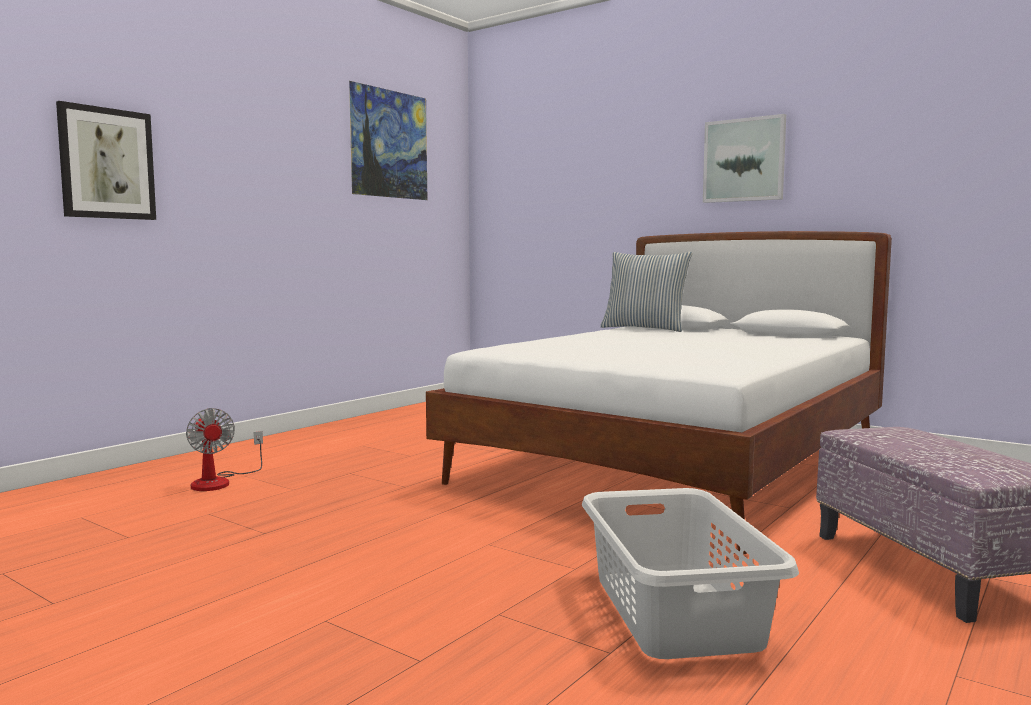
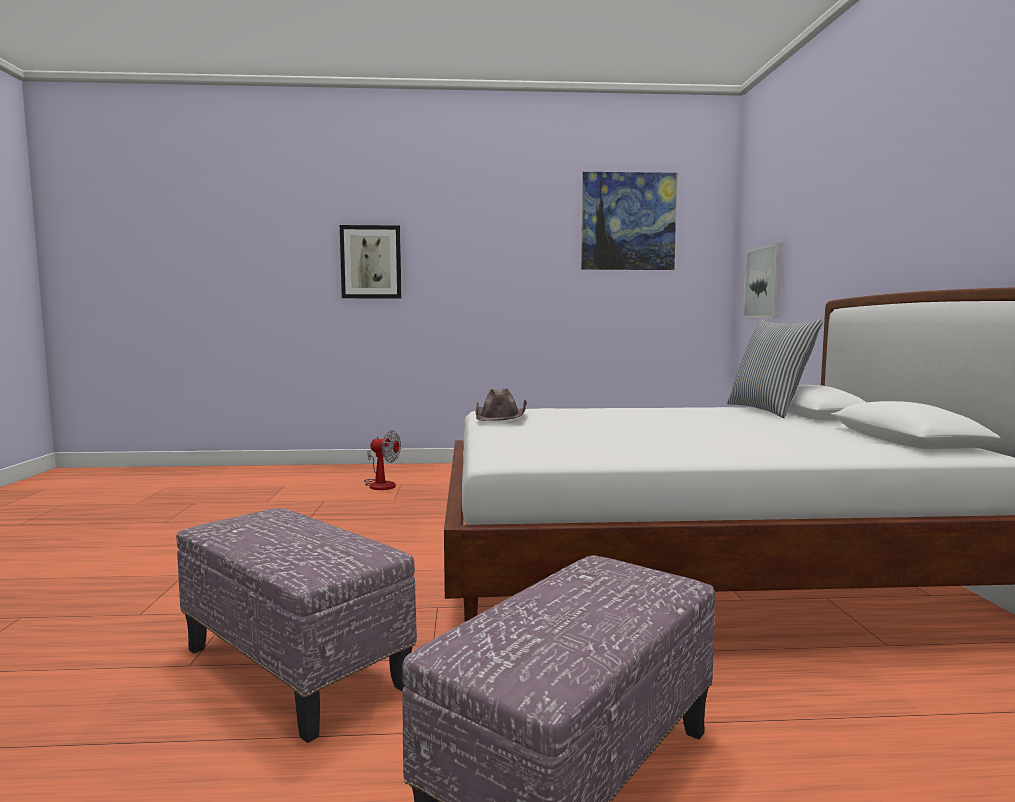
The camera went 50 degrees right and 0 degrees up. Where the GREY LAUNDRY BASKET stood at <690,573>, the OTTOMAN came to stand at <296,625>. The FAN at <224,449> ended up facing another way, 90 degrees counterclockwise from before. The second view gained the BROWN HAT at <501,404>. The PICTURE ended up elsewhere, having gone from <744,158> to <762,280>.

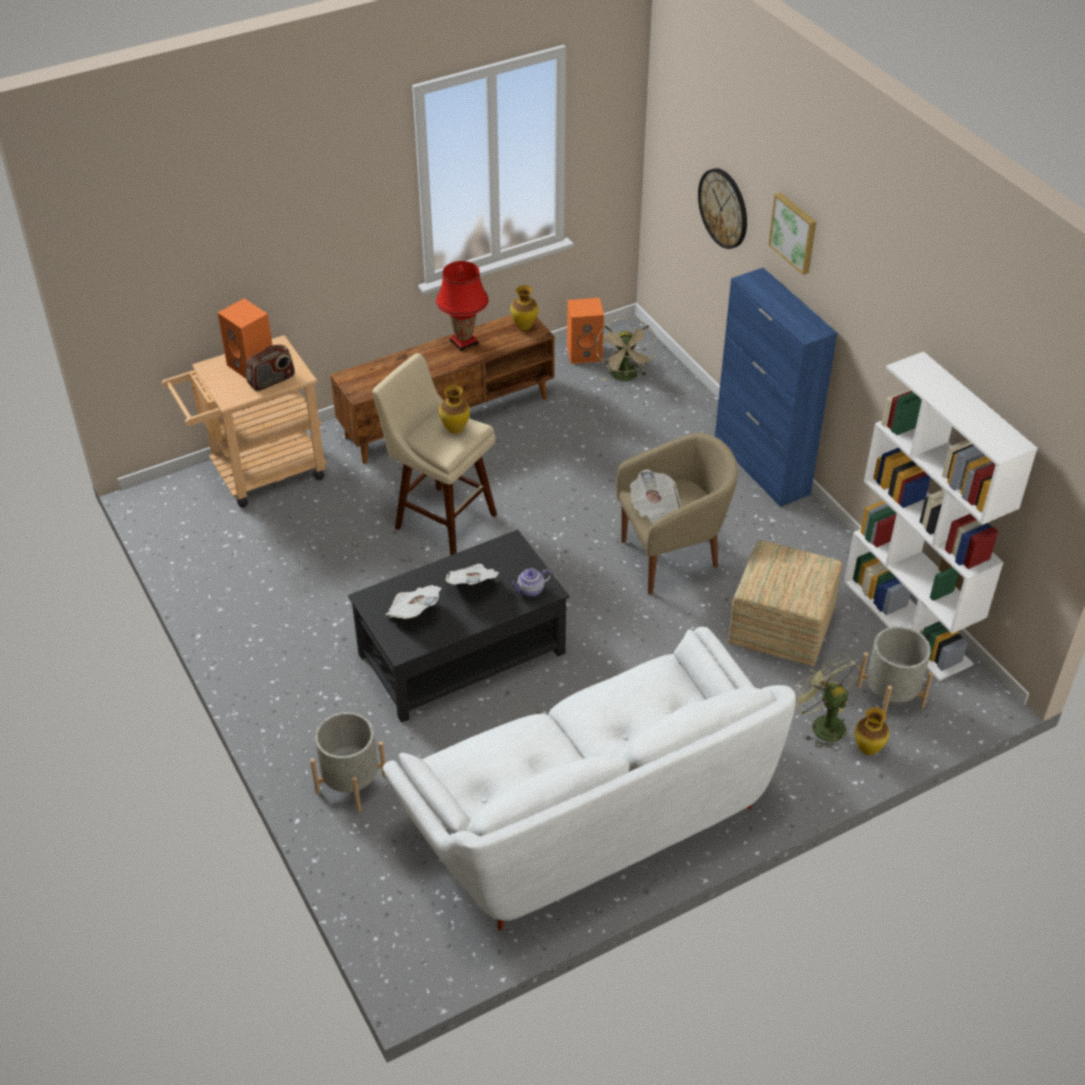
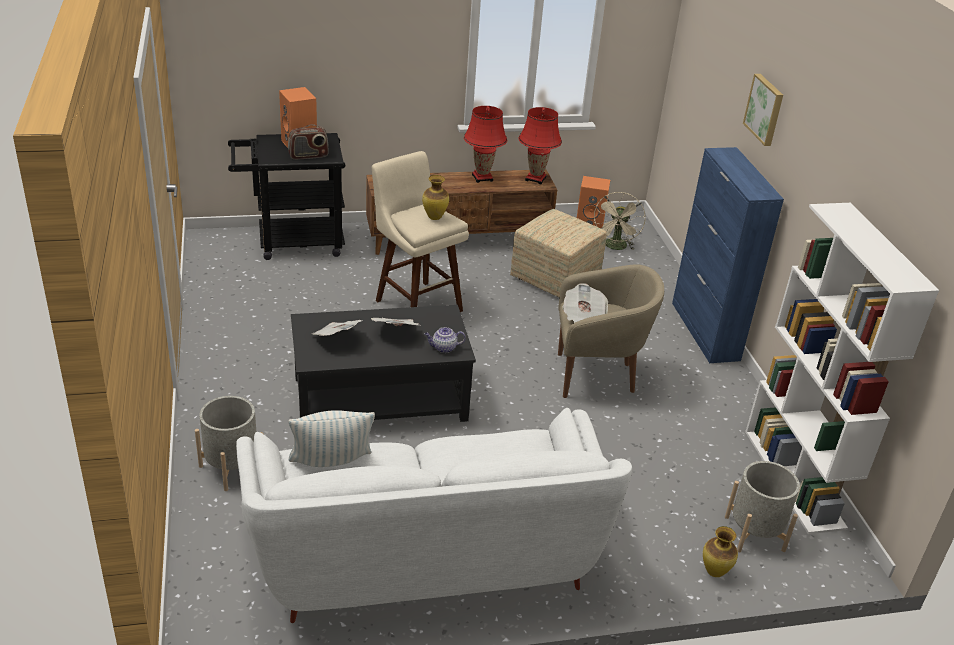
The camera went 15 degrees right and 10 degrees down. What was the BEIGE CART at <244,421> turned into the BLACK CART at <286,196>. The second view gained the PILLOW at <332,438>. The OTTOMAN ended up elsewhere, having gone from <785,603> to <558,253>. Where the VASE stood at <524,307>, the RED TABLE LAMP came to stand at <540,145>. The second view lost the WALL CLOCK at <722,208>. The second view lost the GREEN FAN at <828,702>.

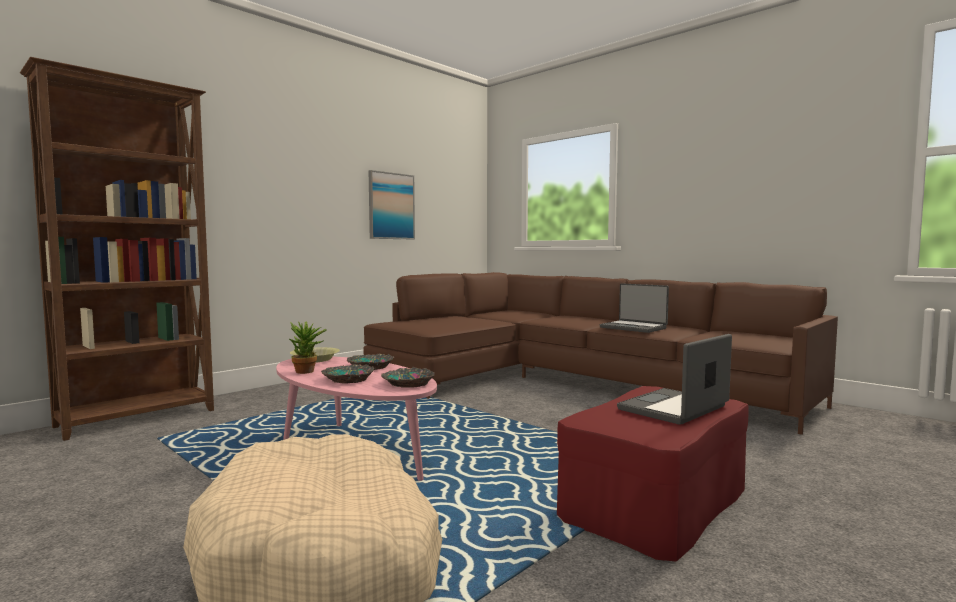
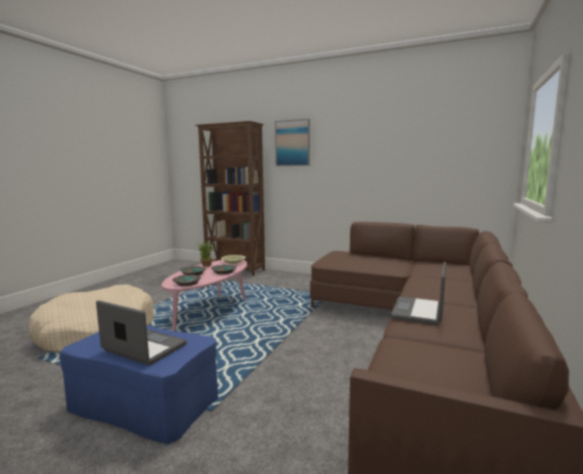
The camera went 70 degrees right and 5 degrees up. What was the RED OTTOMAN at <653,474> turned into the BLUE OTTOMAN at <139,385>. The PICTURE ended up elsewhere, having gone from <391,204> to <292,142>.

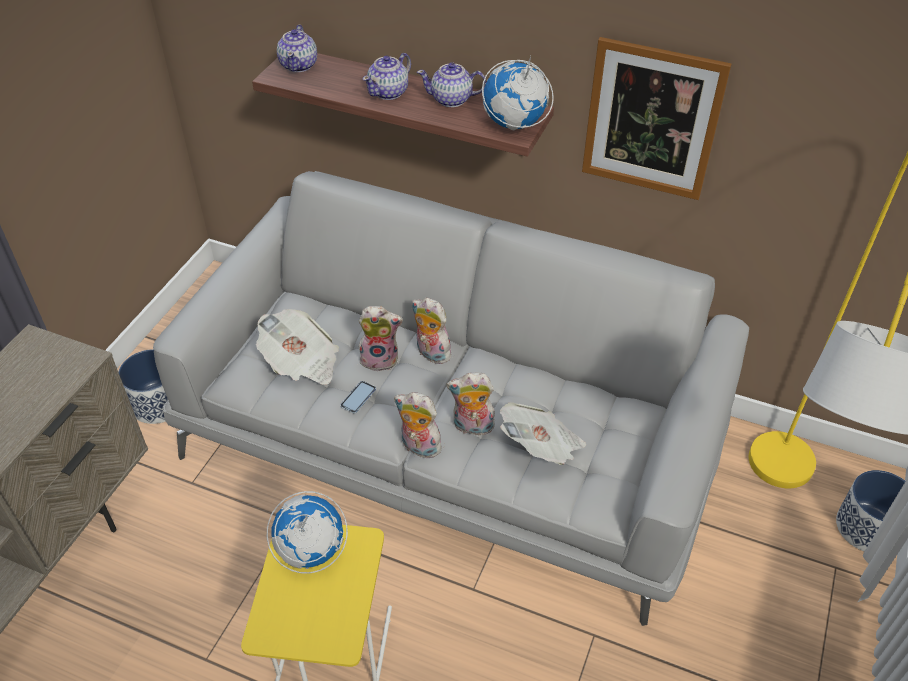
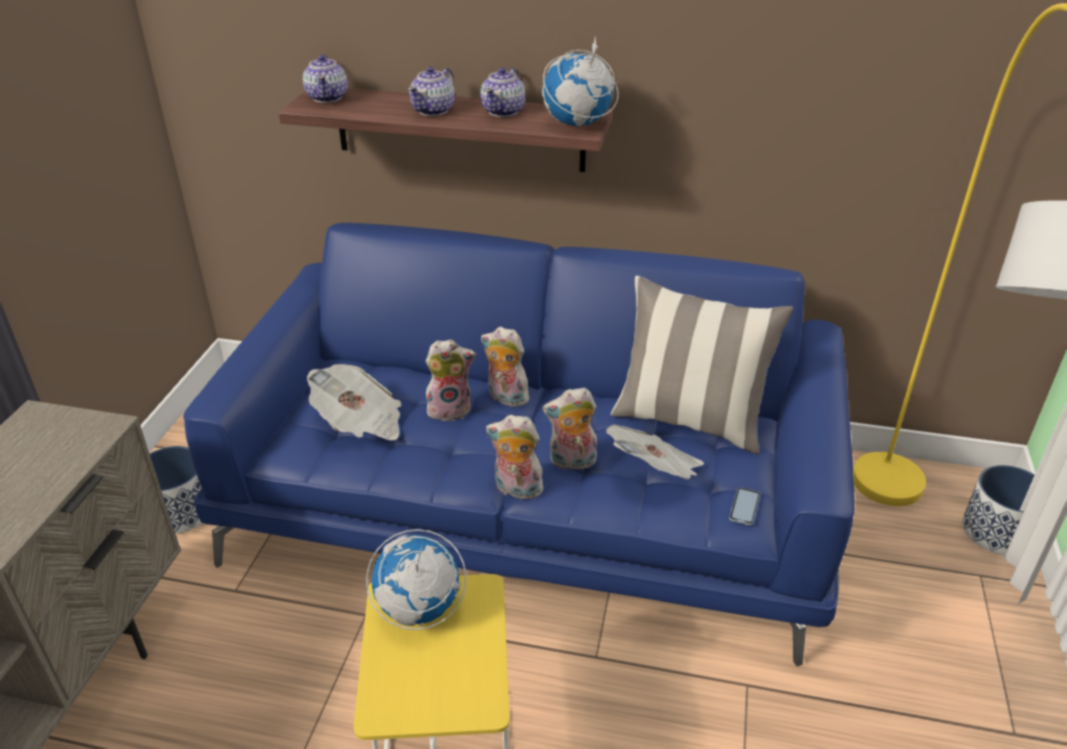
The camera went 10 degrees left and 10 degrees down. What was the GREY SOFA at <451,398> turned into the BLUE SOFA at <519,444>. The TEAPOT at <451,84> ended up facing another way, 60 degrees counterclockwise from before. The second view gained the PILLOW at <702,365>. The PHONE ended up elsewhere, having gone from <358,397> to <744,506>. The second view lost the PICTURE at <657,118>.

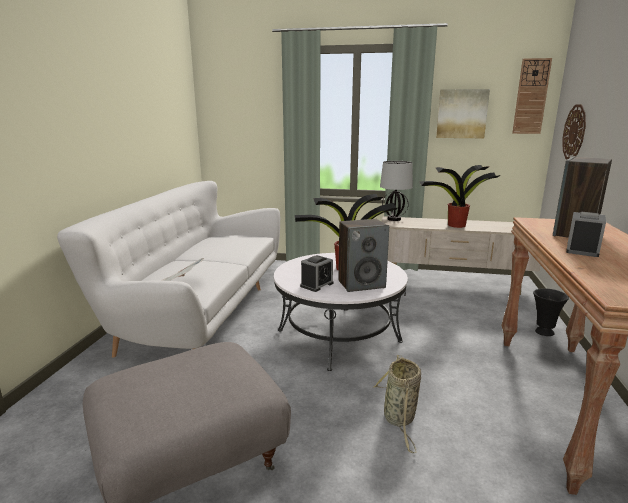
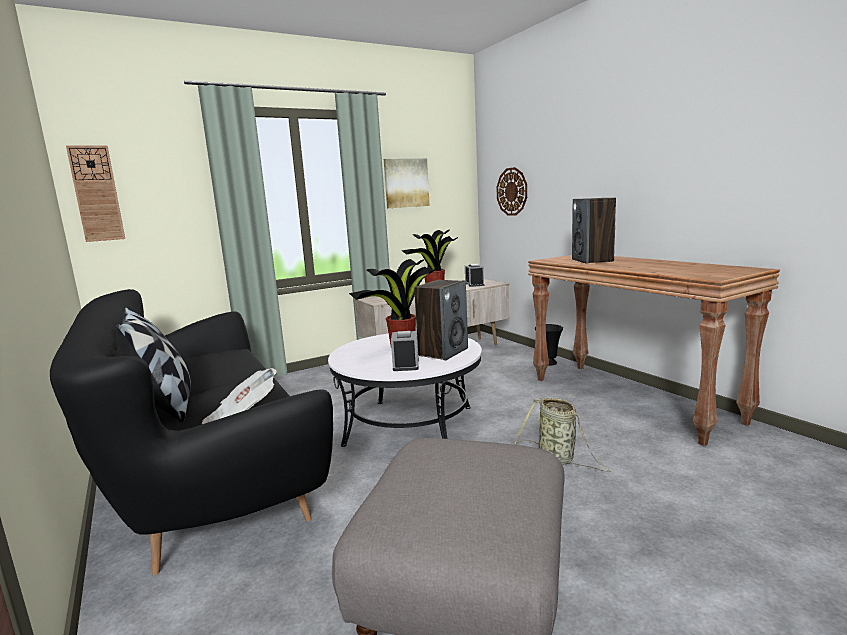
The camera went 40 degrees left and 5 degrees down. What was the WHITE SOFA at <168,269> turned into the BLACK SOFA at <191,432>. The WALL CLOCK ended up elsewhere, having gone from <532,96> to <95,194>. The second view gained the PILLOW at <153,364>. The ALARM CLOCK ended up elsewhere, having gone from <586,234> to <474,275>. The second view lost the TABLE LAMP at <396,191>.

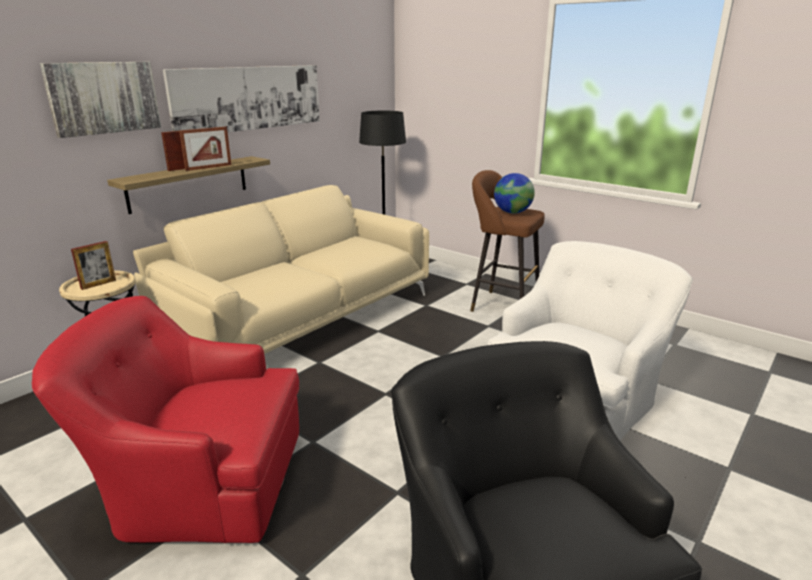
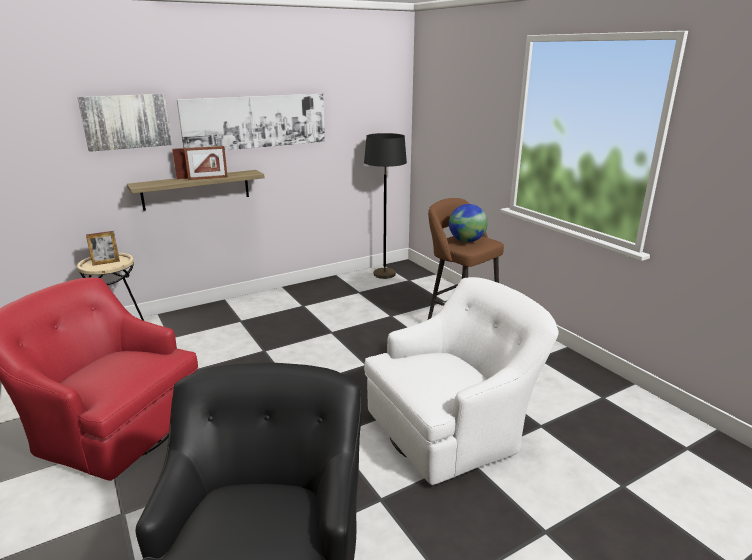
The camera went 20 degrees right and 0 degrees up. The second view lost the BEIGE SOFA at <281,269>.

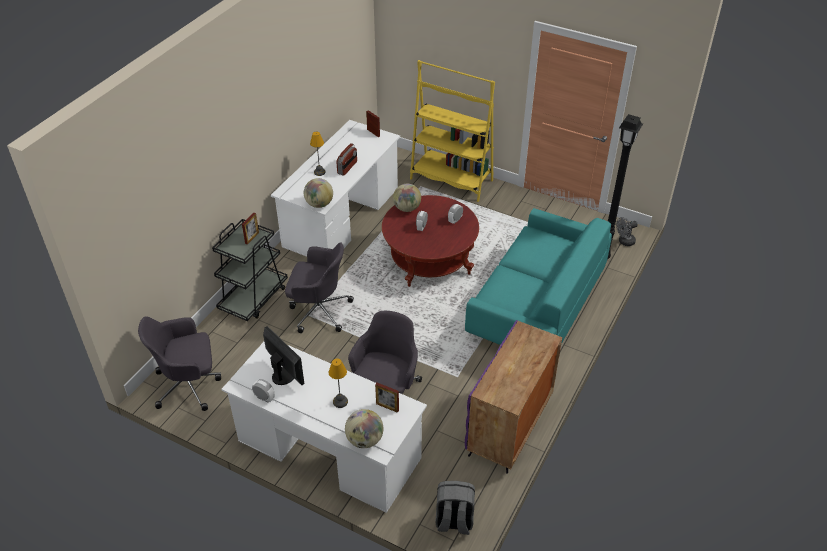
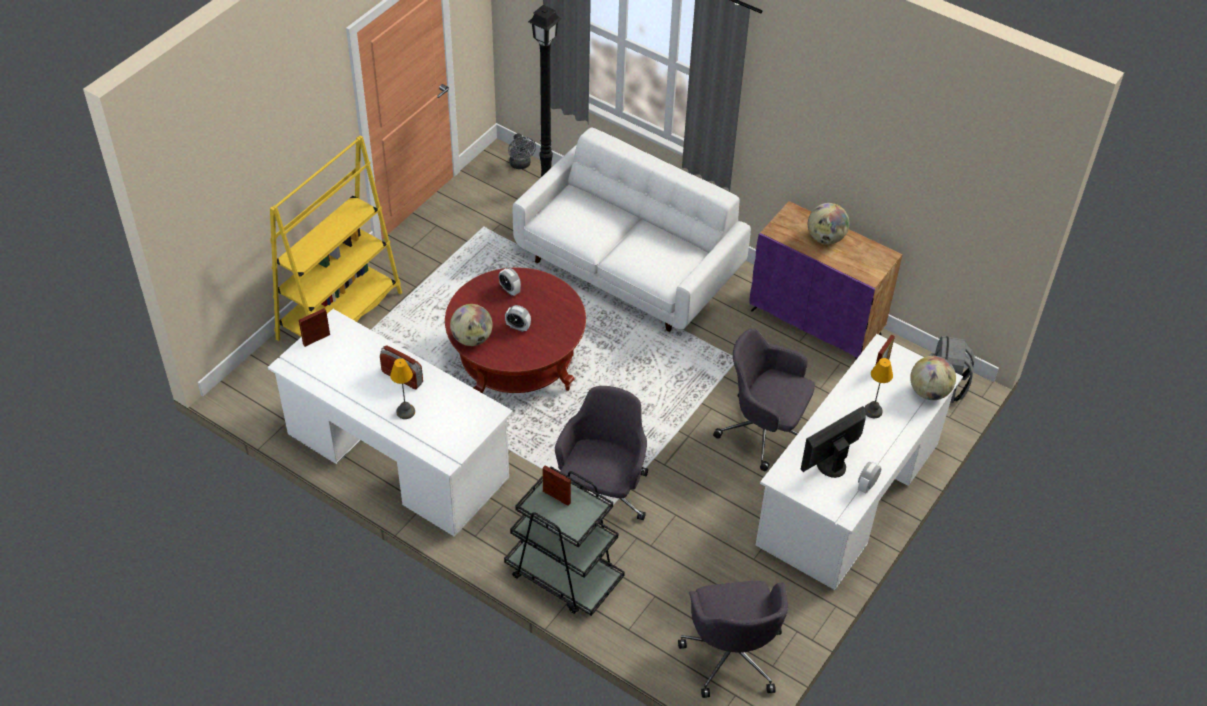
The camera went 85 degrees left and 5 degrees up. What was the TURQUOISE SOFA at <538,276> turned into the WHITE SOFA at <632,229>. The GLOBE ended up elsewhere, having gone from <318,193> to <828,223>.

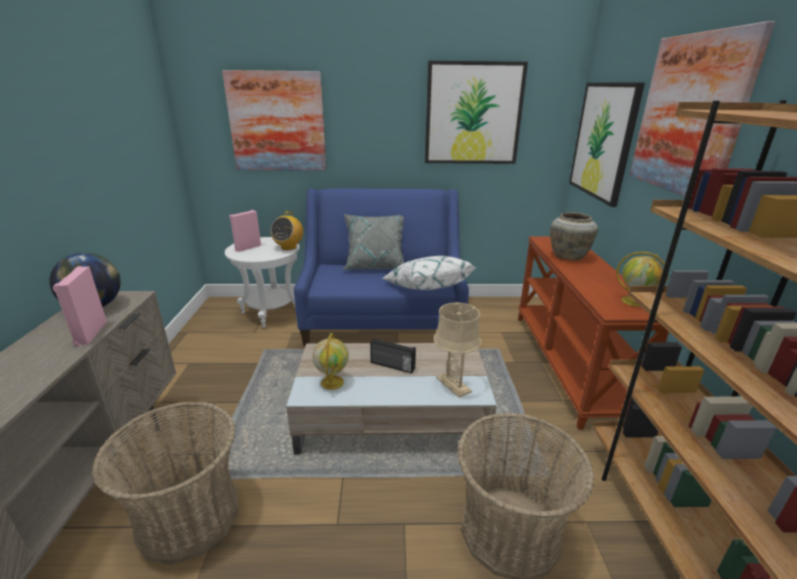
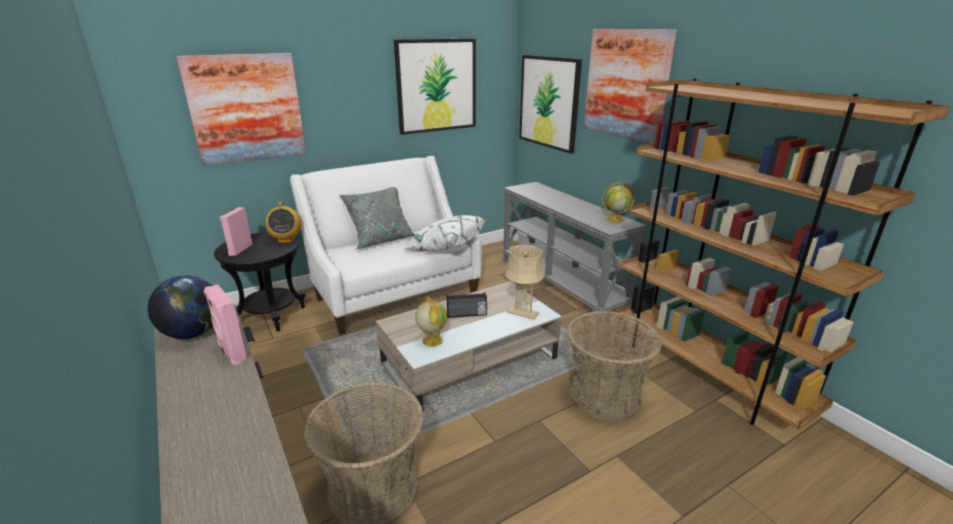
The camera went 30 degrees left and 0 degrees up. What was the WHITE SIDE TABLE at <262,282> turned into the BLACK SIDE TABLE at <259,281>. What was the BLUE SOFA at <381,267> turned into the WHITE SOFA at <386,245>. What was the BROWN CONSOLE TABLE at <593,332> turned into the GREY CONSOLE TABLE at <574,252>. The second view lost the BEIGE VASE at <574,236>.

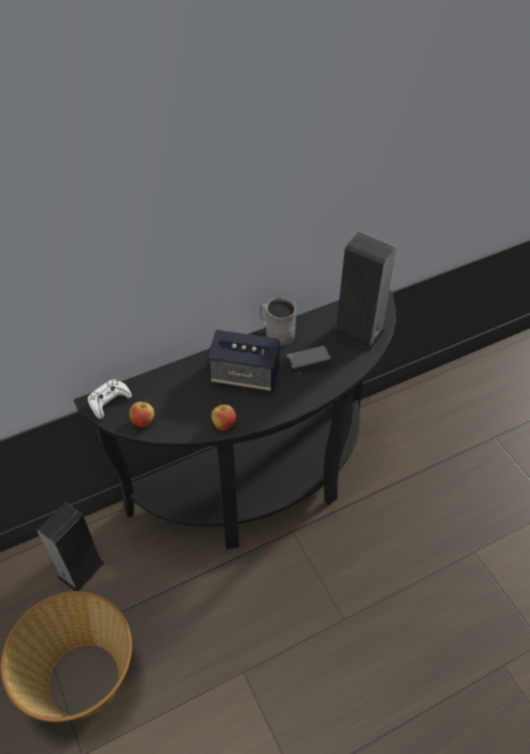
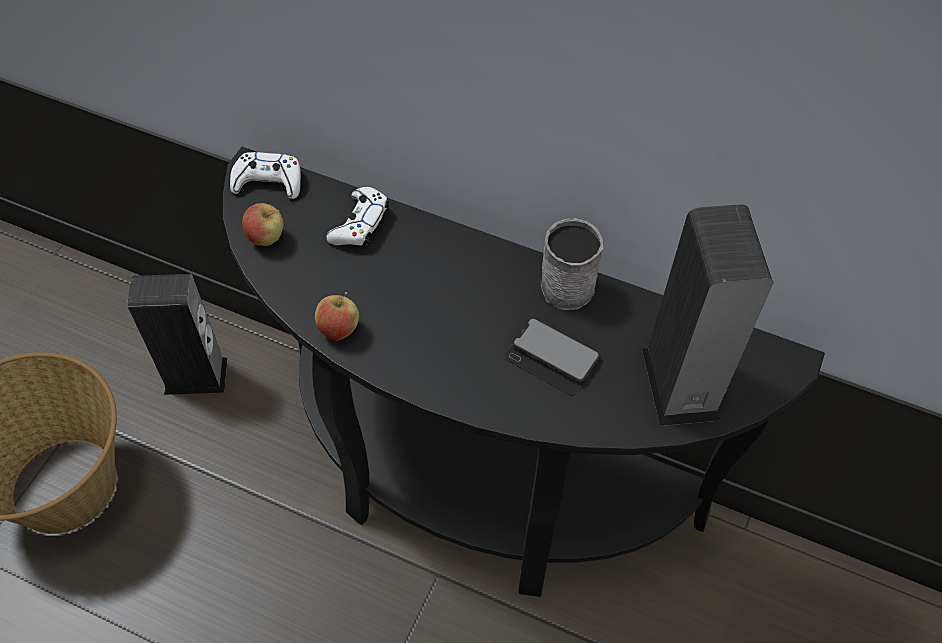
The camera went 50 degrees right and 5 degrees up. The second view gained the WHITE GAME CONTROLLER at <358,216>. The second view lost the SPEAKER at <243,361>.

